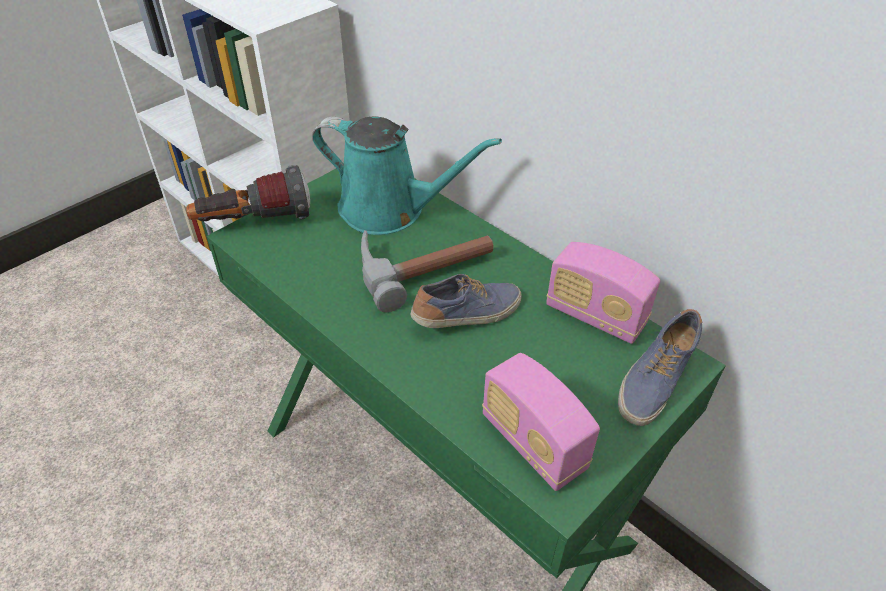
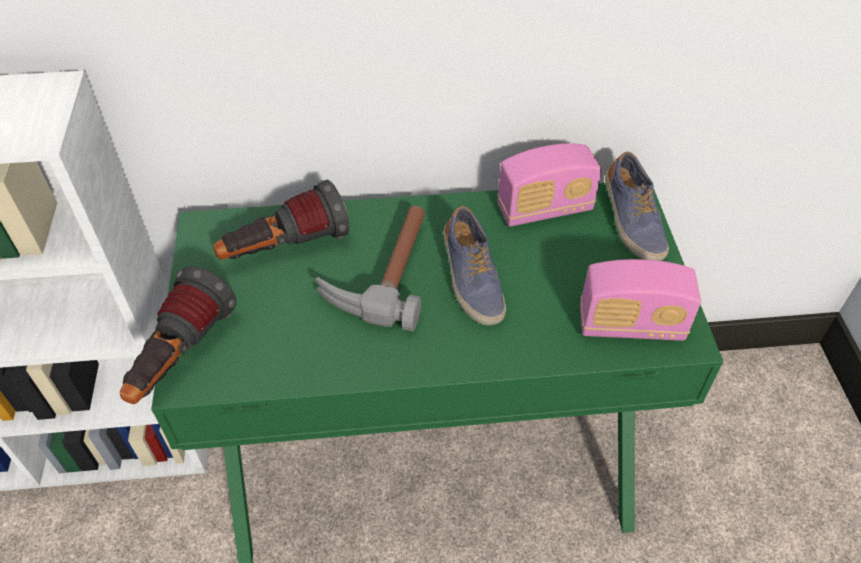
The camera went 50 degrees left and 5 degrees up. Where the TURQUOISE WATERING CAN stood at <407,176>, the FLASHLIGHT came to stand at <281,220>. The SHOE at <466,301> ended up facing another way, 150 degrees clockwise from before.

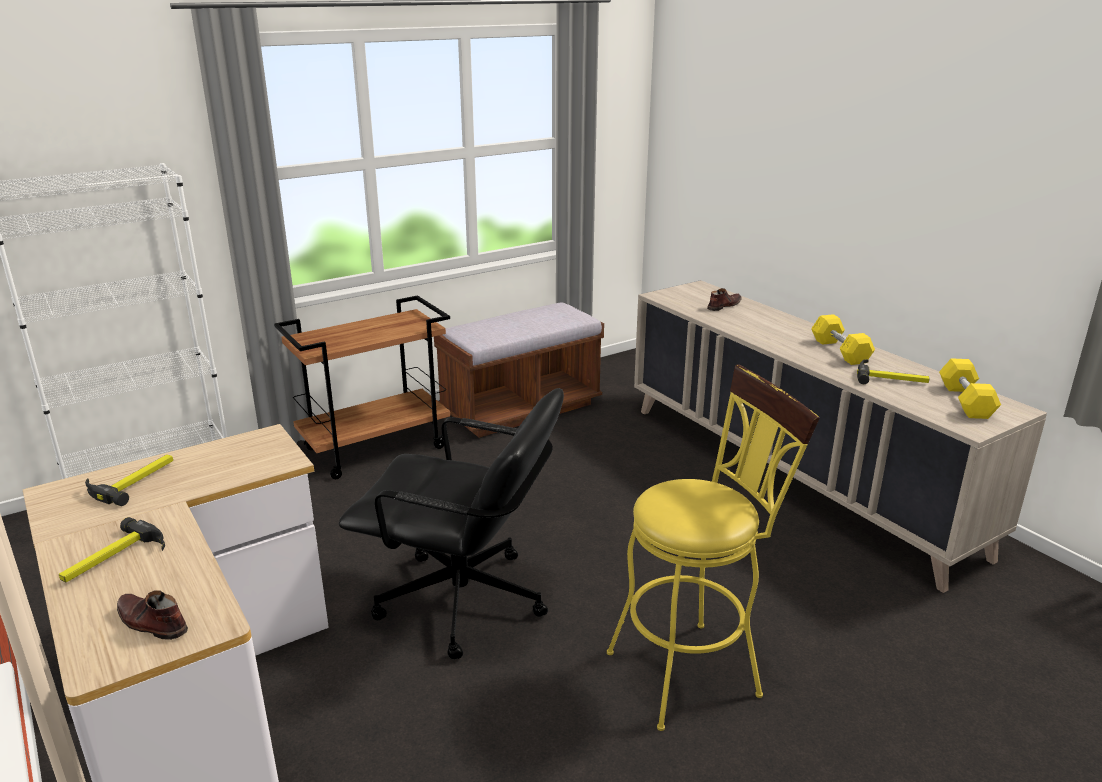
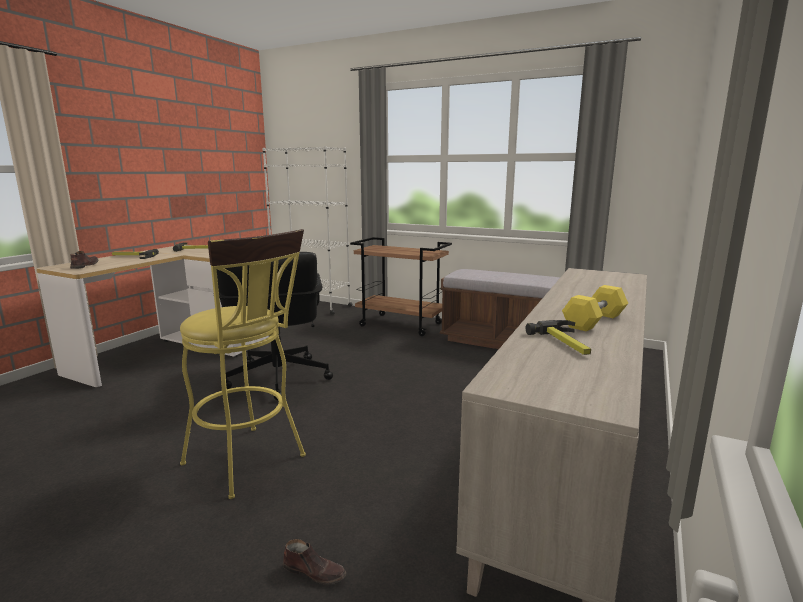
The camera went 60 degrees right and 10 degrees down. The BROWN SHOE ended up elsewhere, having gone from <724,299> to <315,562>. The second view lost the YELLOW DUMBBELL at <970,388>.

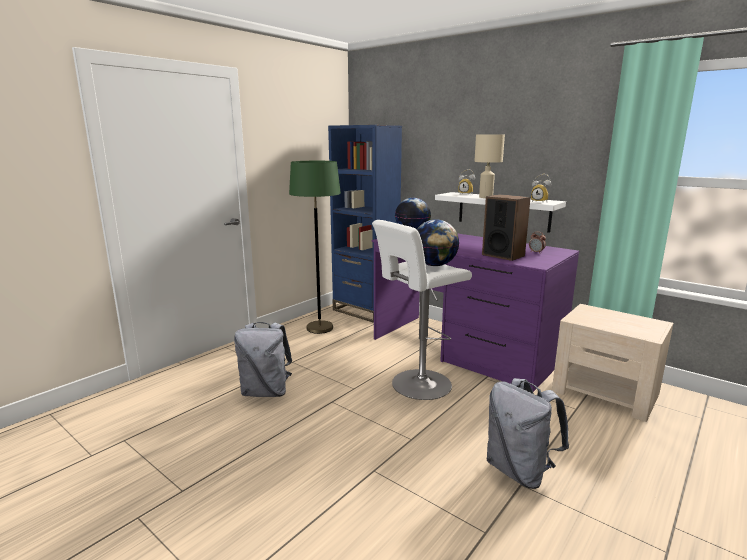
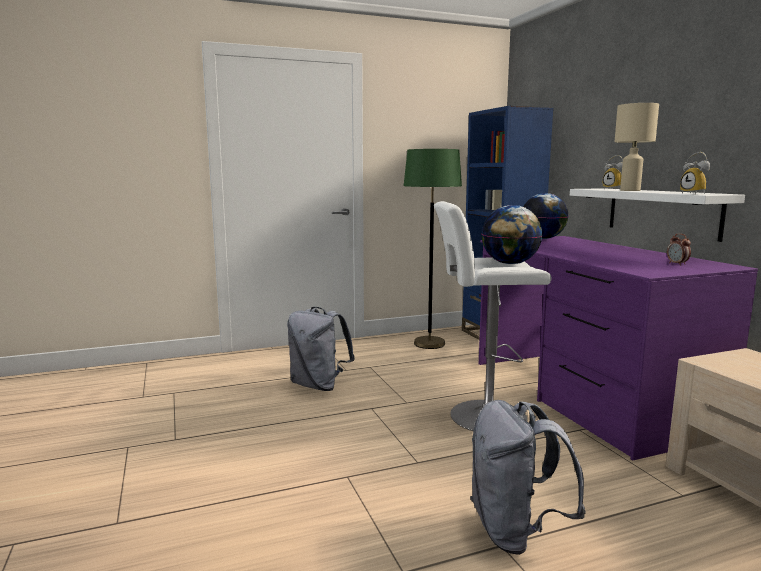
The camera went 30 degrees right and 5 degrees down. The second view lost the SPEAKER at <506,227>.

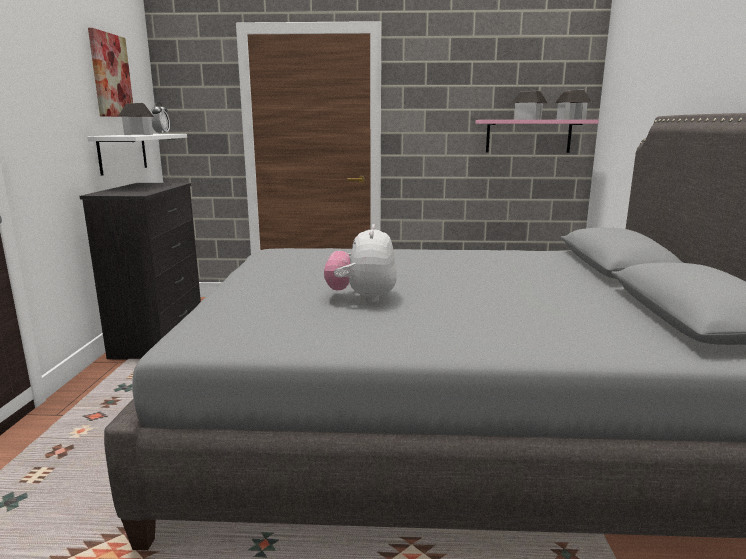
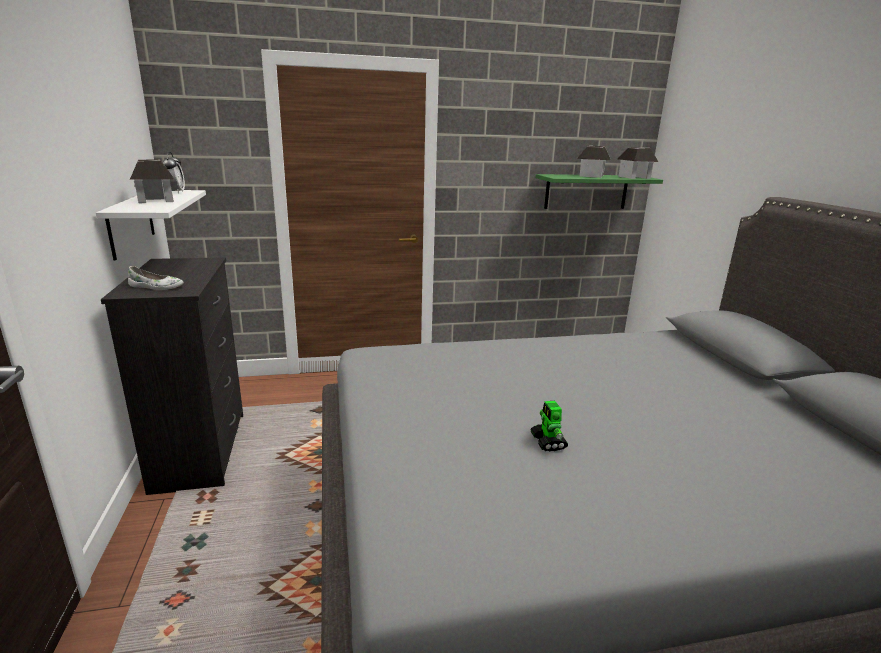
The camera went 15 degrees left and 5 degrees up. The second view gained the WHITE SHOE at <156,278>. Where the PLUSH TOY stood at <360,263>, the TOY ROBOT came to stand at <549,426>. What was the PINK SHELF at <537,136> turned into the GREEN SHELF at <599,191>. The second view lost the PICTURE at <110,72>.

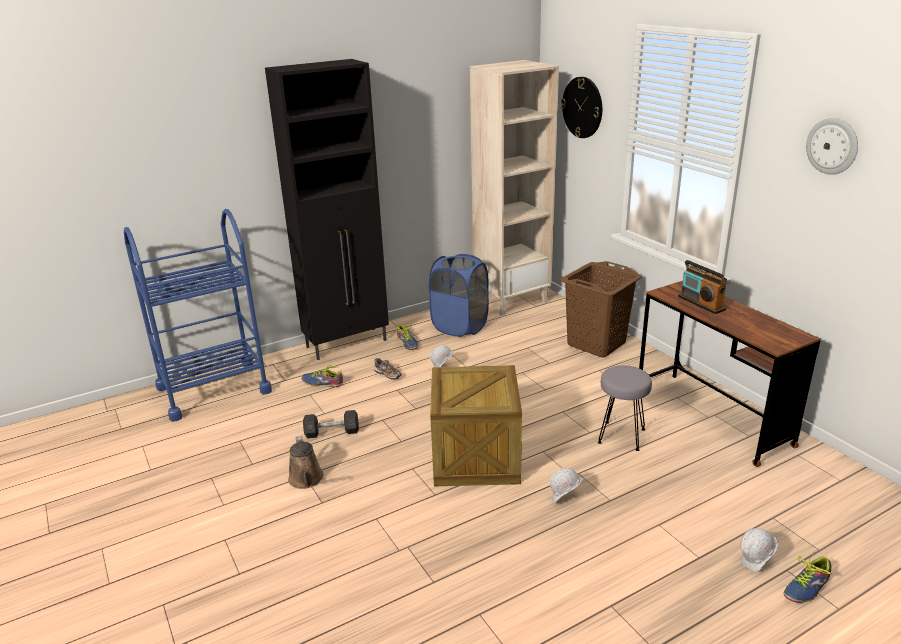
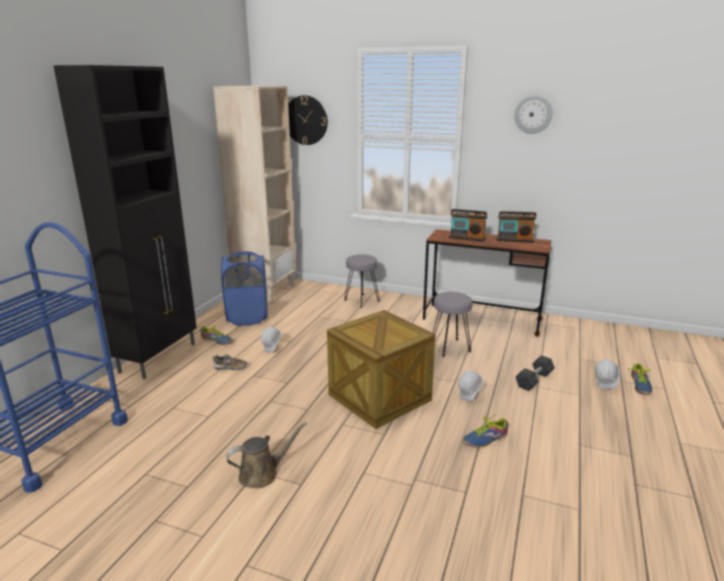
The camera went 40 degrees left and 5 degrees down. The BROWN WATERING CAN at <305,462> ended up facing another way, 60 degrees counterclockwise from before. Where the BROWN LAUNDRY BASKET stood at <601,309>, the GREY STOOL came to stand at <362,281>. The SHOE ended up elsewhere, having gone from <322,376> to <485,431>. The second view gained the RADIO at <516,226>. The GREY DUMBBELL ended up elsewhere, having gone from <331,424> to <535,373>.

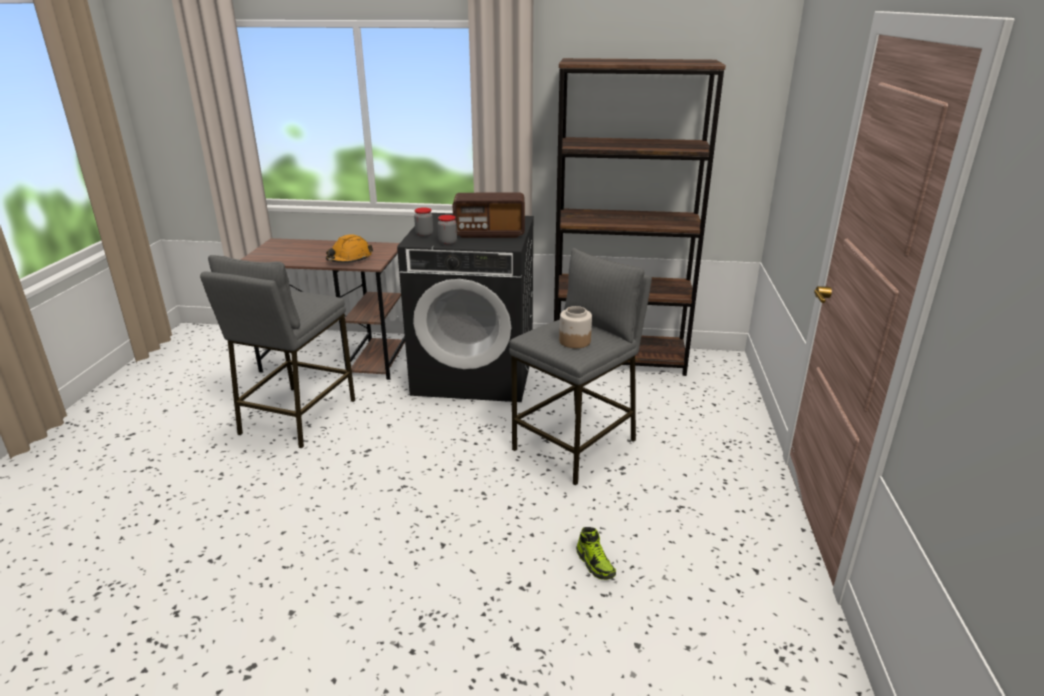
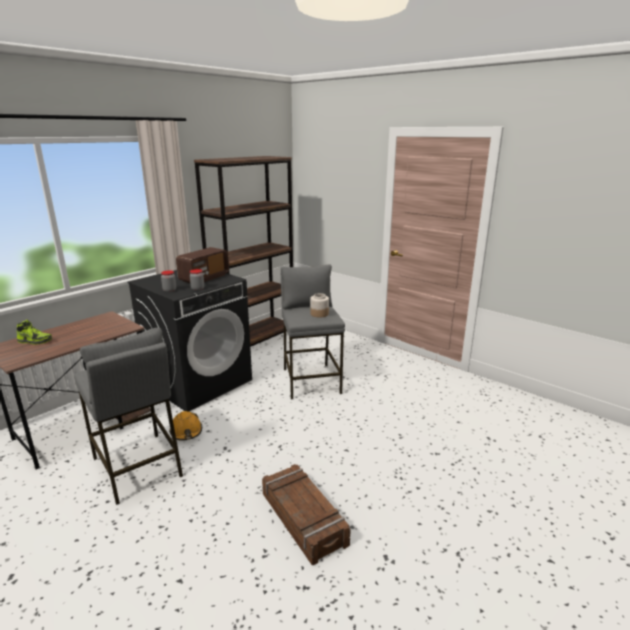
The camera went 55 degrees left and 5 degrees down. The SHOE ended up elsewhere, having gone from <596,553> to <34,332>. The ORANGE HARD HAT ended up elsewhere, having gone from <349,248> to <185,425>. The second view gained the CRATE at <306,515>.

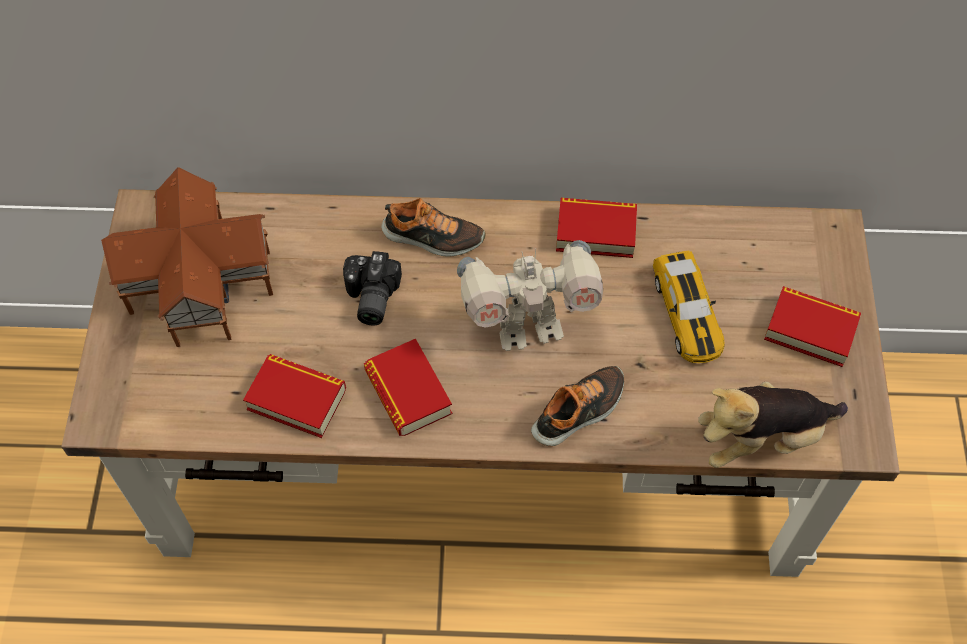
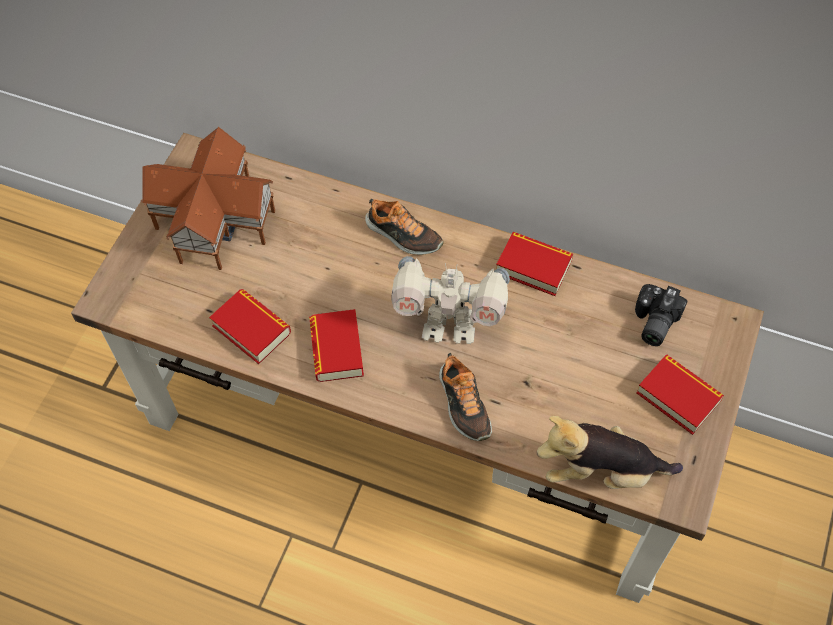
The camera went 20 degrees right and 0 degrees up. The SHOE at <577,406> ended up facing another way, 90 degrees clockwise from before. The PHOTO CAMERA ended up elsewhere, having gone from <372,288> to <661,315>. The second view lost the TOY CAR at <689,306>.

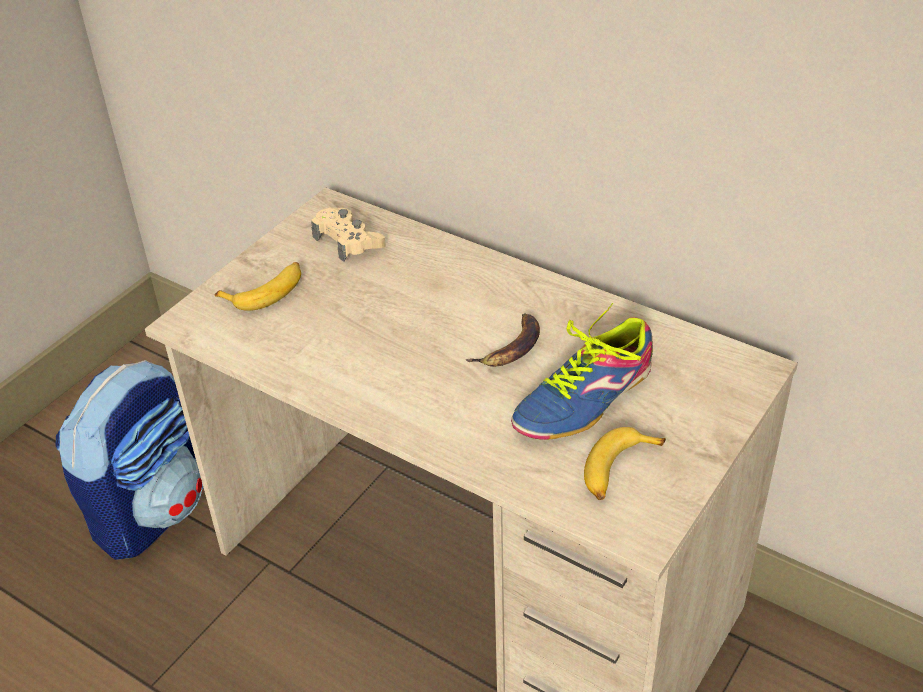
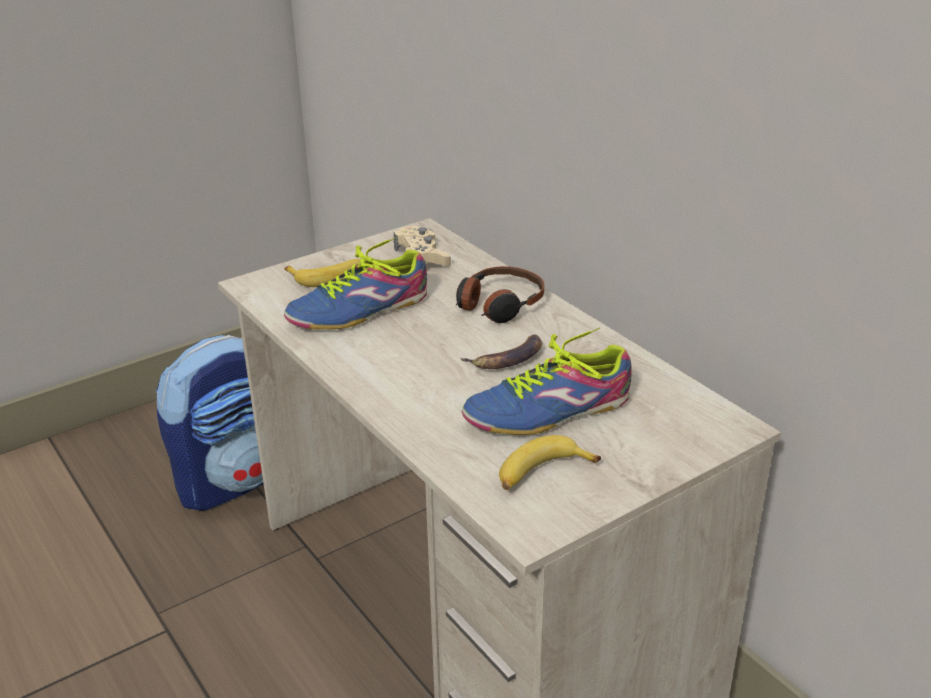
The camera went 20 degrees right and 10 degrees down. The second view gained the SHOE at <355,283>. The second view gained the HEADPHONES at <500,294>.

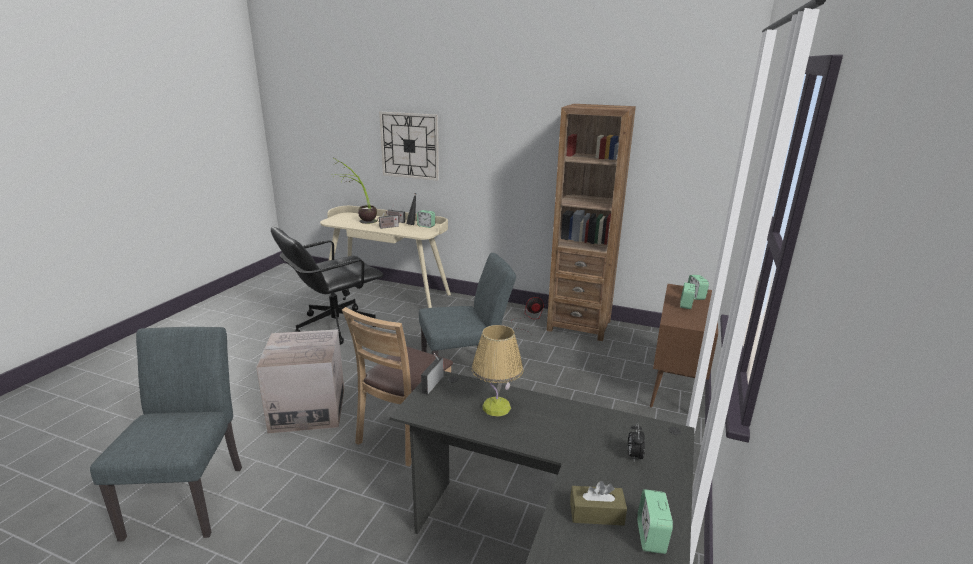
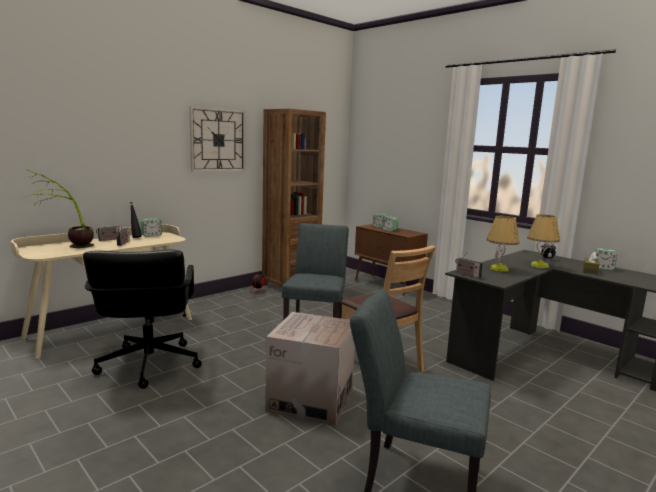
The camera went 65 degrees left and 10 degrees down. The WALL CLOCK ended up elsewhere, having gone from <409,146> to <217,139>. The second view gained the TABLE LAMP at <543,241>.

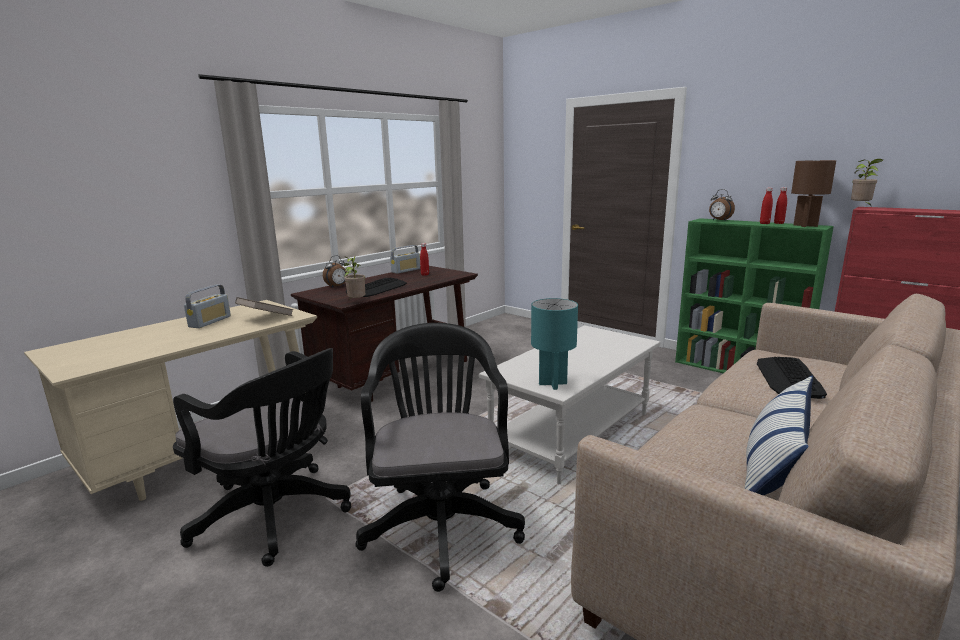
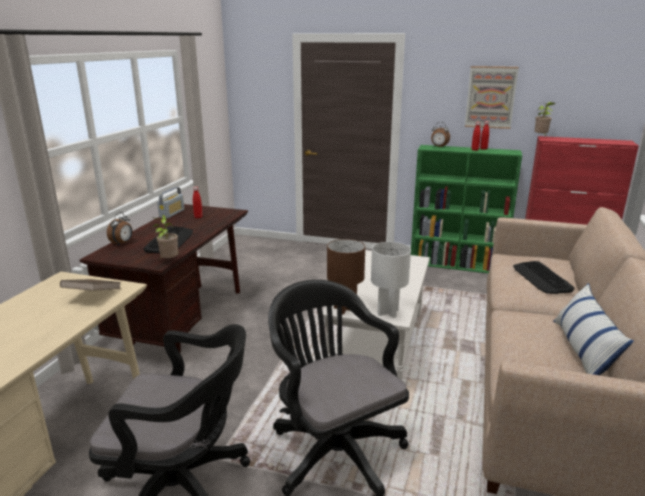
The camera went 25 degrees left and 5 degrees up. The BROWN TABLE LAMP ended up elsewhere, having gone from <813,193> to <346,277>. What was the TURQUOISE TABLE LAMP at <554,344> turned into the WHITE TABLE LAMP at <391,280>. The second view gained the PICTURE at <492,97>. The second view lost the RADIO at <207,306>.

